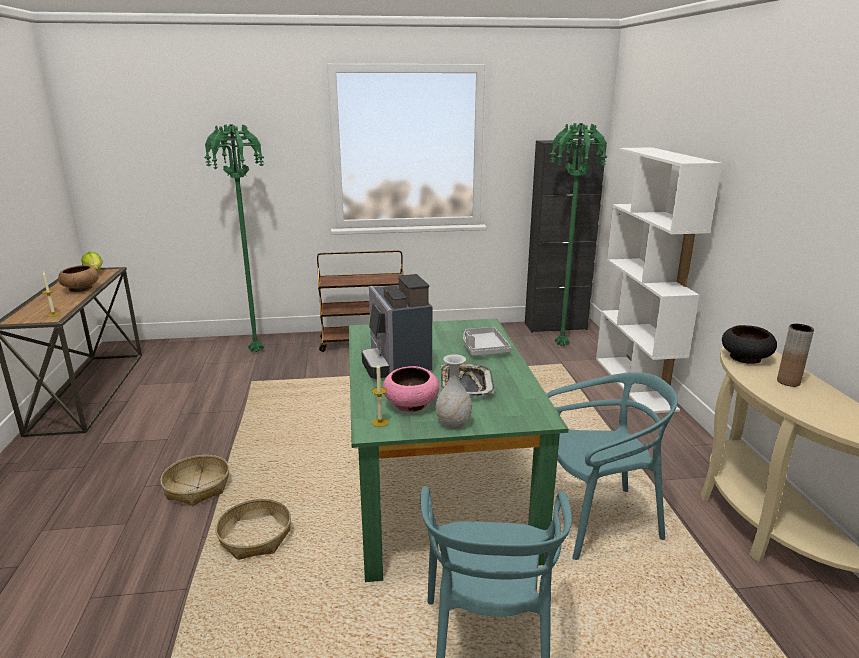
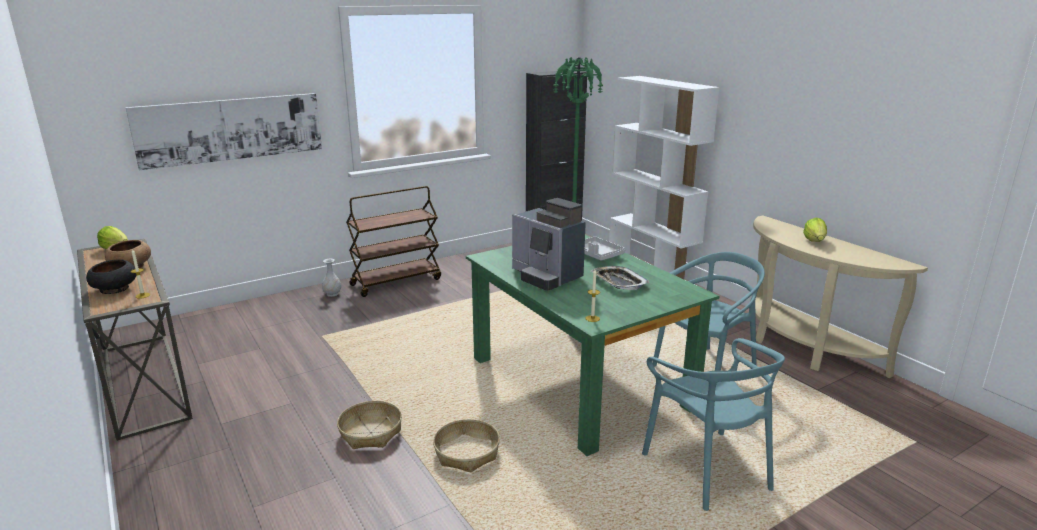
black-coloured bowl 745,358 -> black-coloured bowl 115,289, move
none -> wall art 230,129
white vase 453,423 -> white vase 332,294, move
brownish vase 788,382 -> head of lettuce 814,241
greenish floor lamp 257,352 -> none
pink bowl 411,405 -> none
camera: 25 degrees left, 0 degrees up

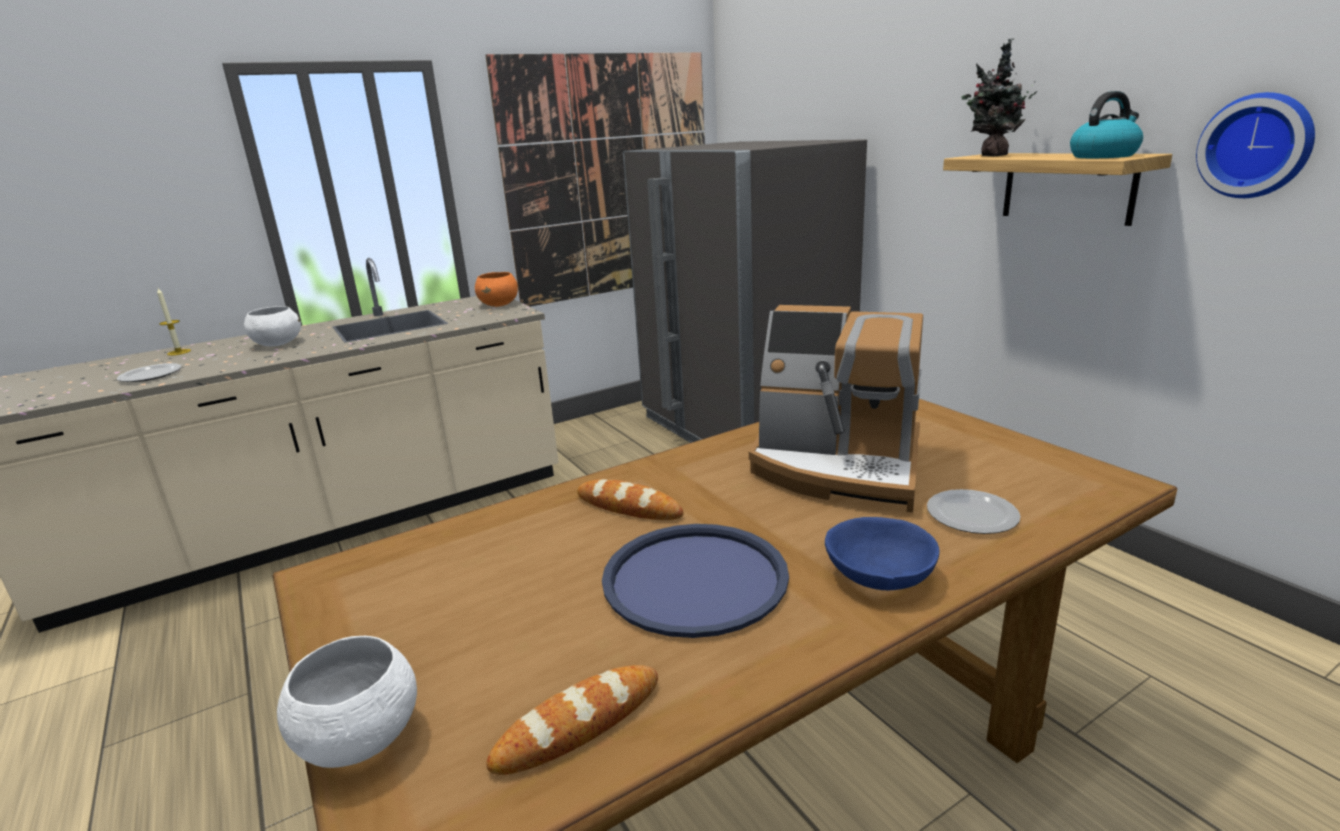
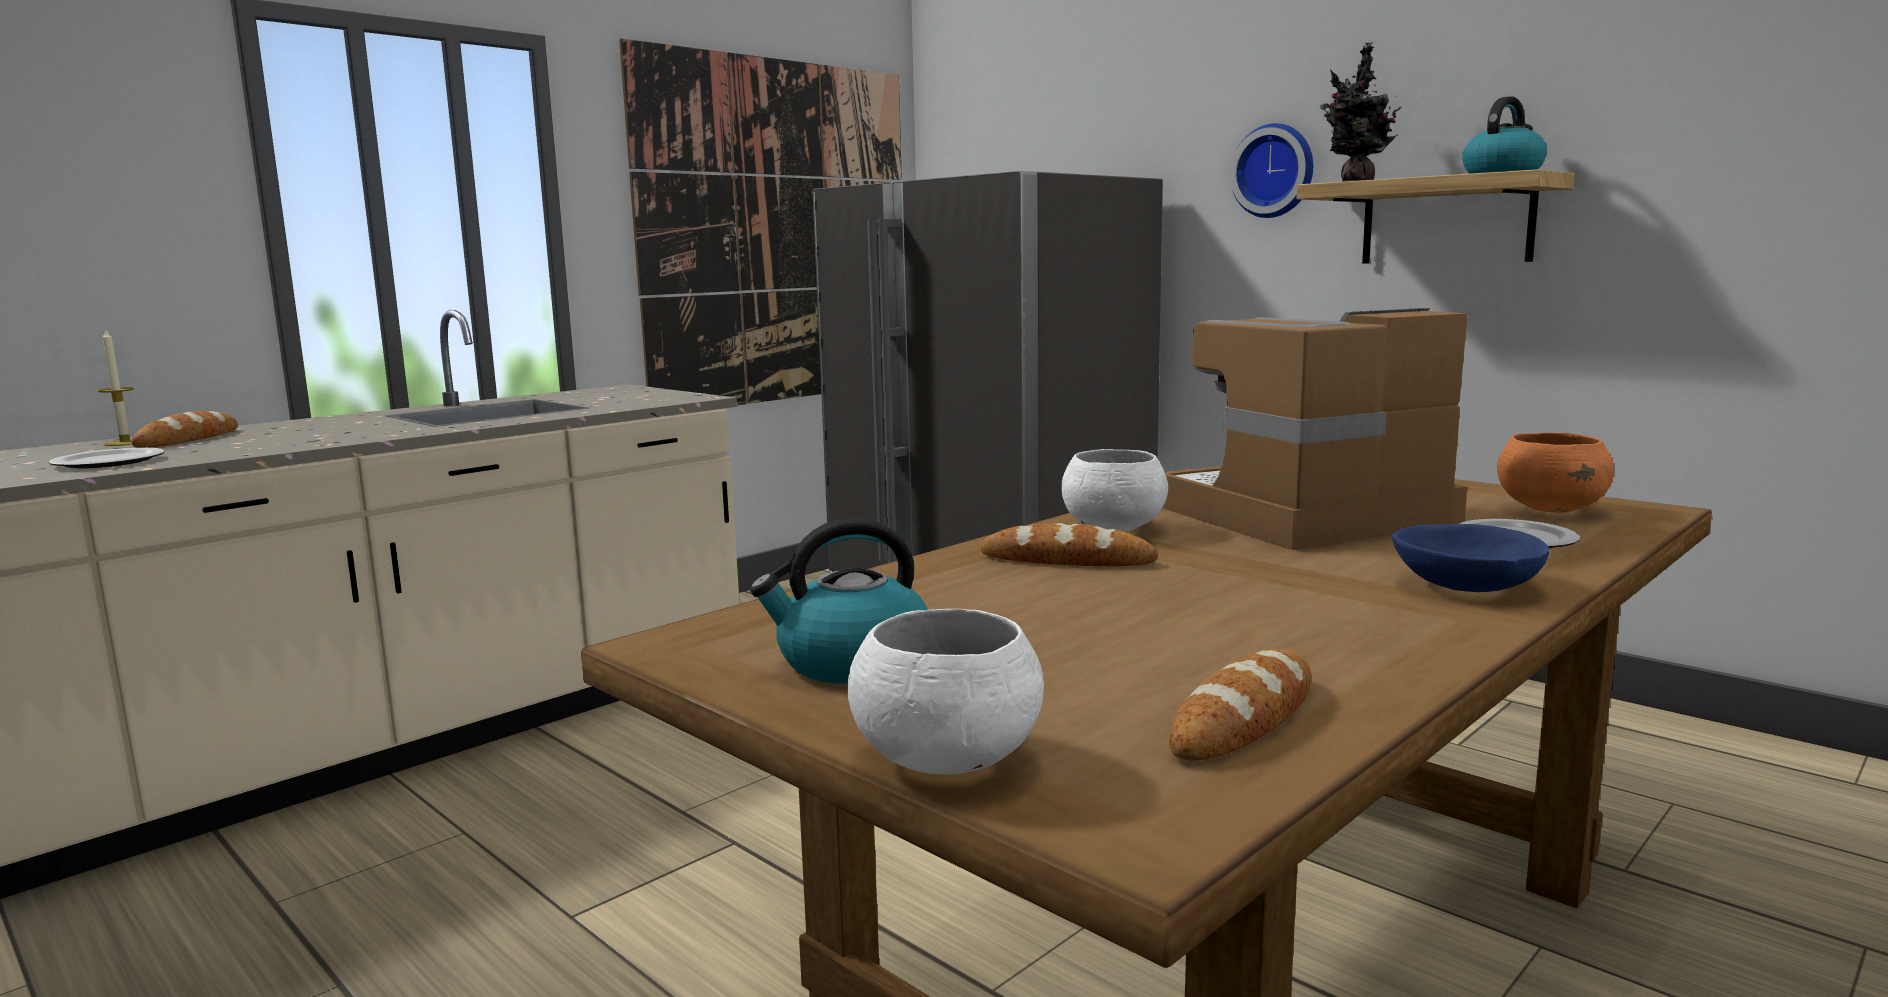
none -> bakery bread 188,439
none -> water kettle 851,663
white bowl 277,344 -> white bowl 1112,529, move
coffee maker 838,467 -> coffee maker 1305,516, 150 degrees clockwise
clock on the wall 1256,146 -> clock on the wall 1275,171, move
orange-coloured bowl 499,305 -> orange-coloured bowl 1551,509, move
blue-coloured tray 694,579 -> none
camera: 15 degrees left, 10 degrees down

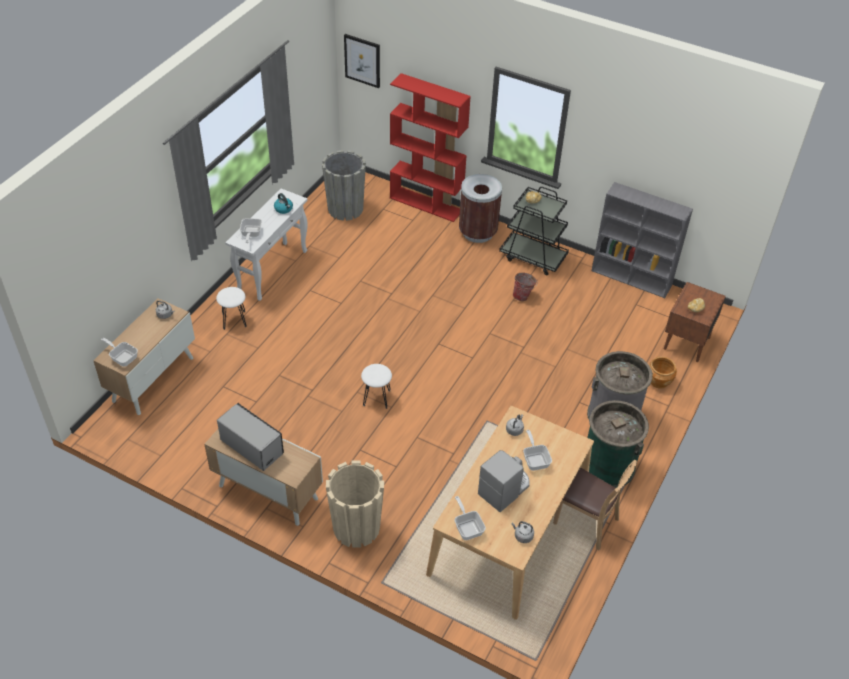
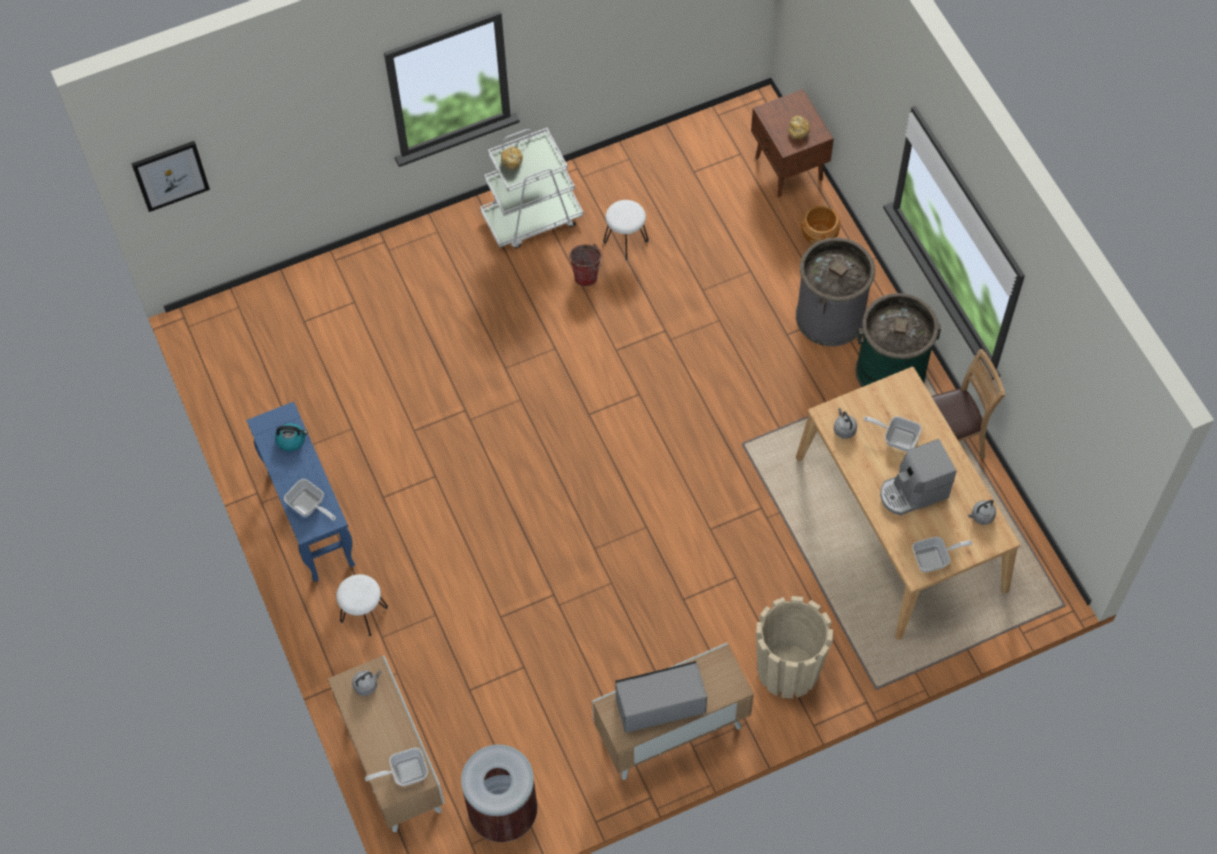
white narrow table 273,270 -> blue-coloured narrow table 310,518
brownish rubbish bin 478,232 -> brownish rubbish bin 503,812, move
black-coloured trolley 533,257 -> white trolley 532,218
white sitting stool 377,398 -> white sitting stool 626,242, move
coffee maker 504,489 -> coffee maker 913,492, 105 degrees counterclockwise
pan 468,527 -> pan 934,559, 150 degrees clockwise
greyish flower pot 345,209 -> none
red shelving unit 426,204 -> none
greyish shelving unit 632,278 -> none
camera: 50 degrees left, 15 degrees up

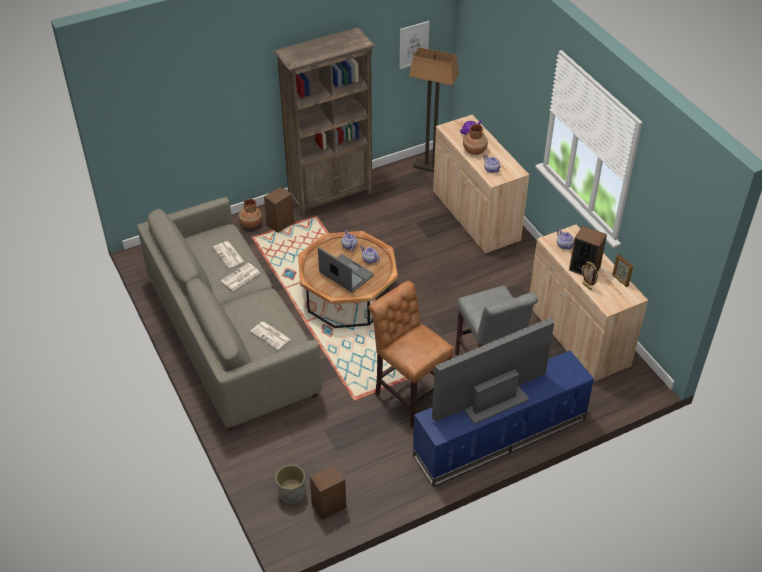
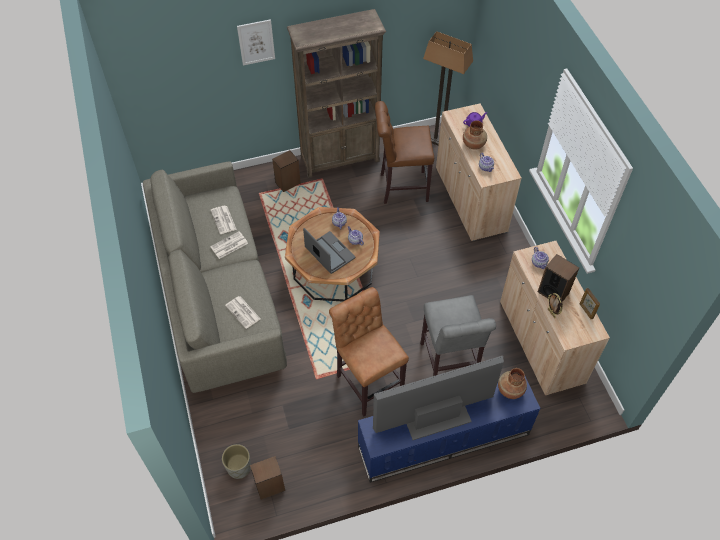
wall art 414,45 -> wall art 256,42, move
none -> brownish sitting stool 400,187
brownish vase 250,223 -> brownish vase 510,390, move
camera: 10 degrees right, 10 degrees up

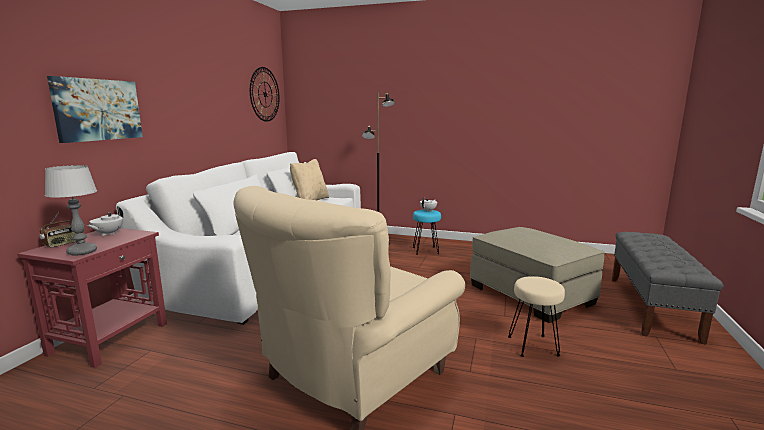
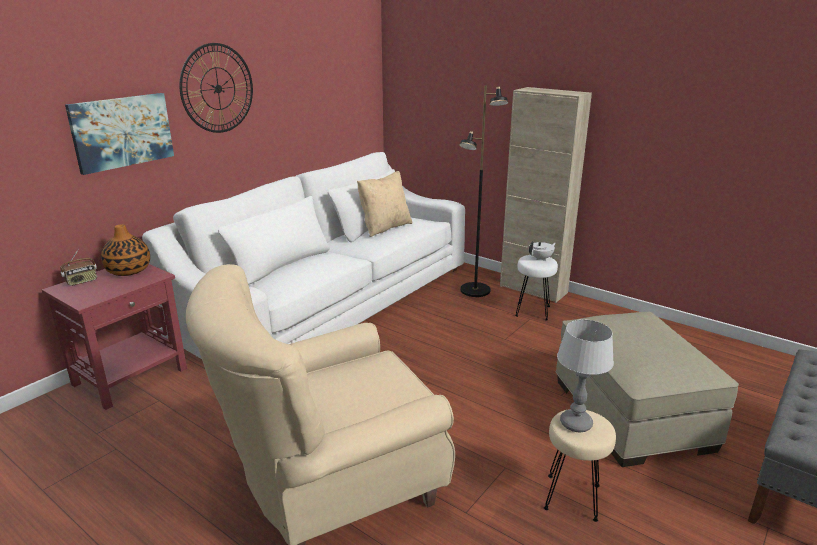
white teapot 108,234 -> vase 128,270
clock on the wall 265,94 -> clock on the wall 217,88, move
none -> beige storage cabinet 533,289
blue-green sitting stool 426,250 -> white sitting stool 533,311
lamp for a table 82,252 -> lamp for a table 576,423, move
camera: 20 degrees right, 10 degrees up

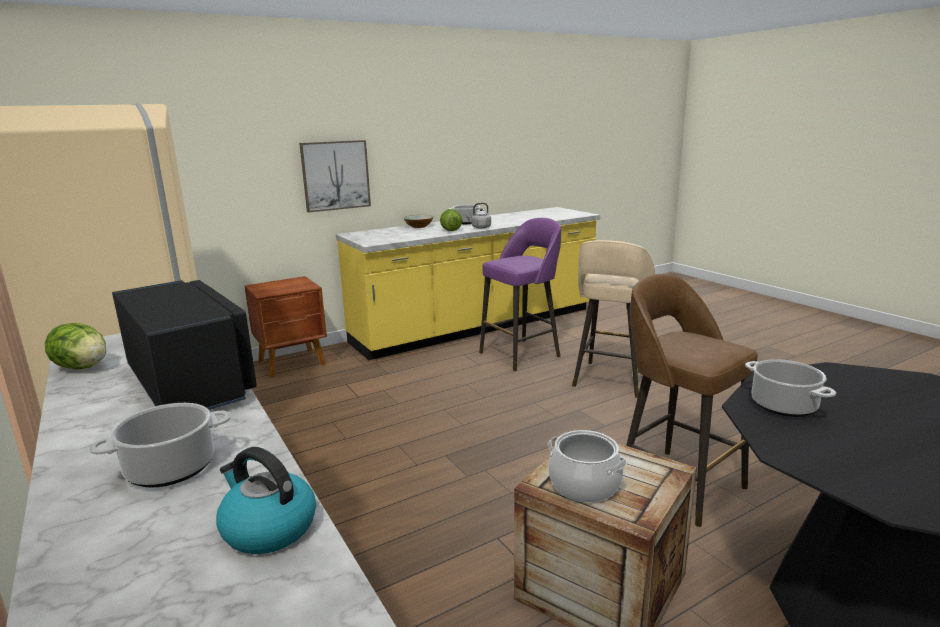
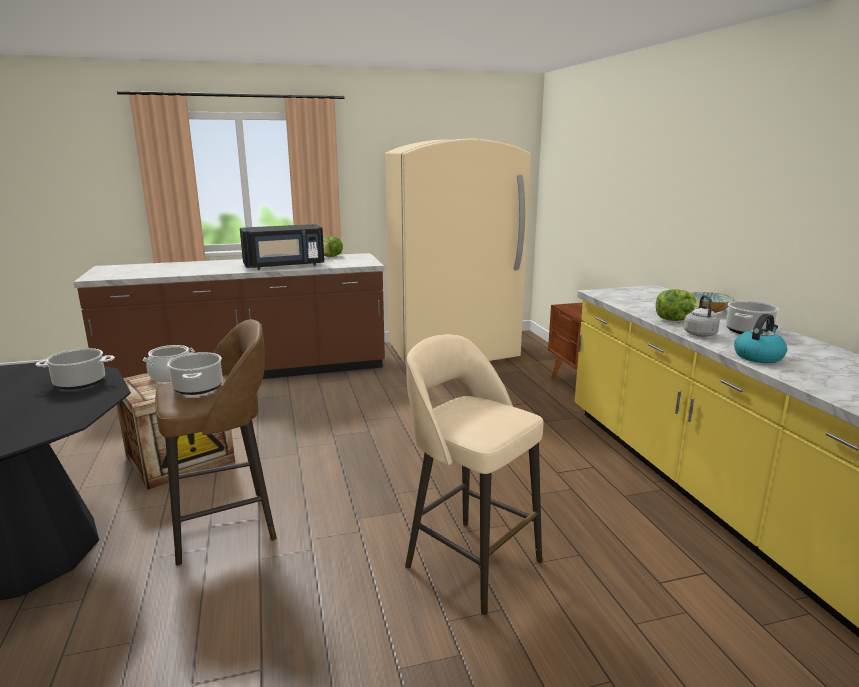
saucepot 170,469 -> saucepot 198,387, move
water kettle 268,528 -> water kettle 758,356, move
wall art 335,175 -> none
purple sitting stool 521,354 -> none
camera: 105 degrees right, 0 degrees up

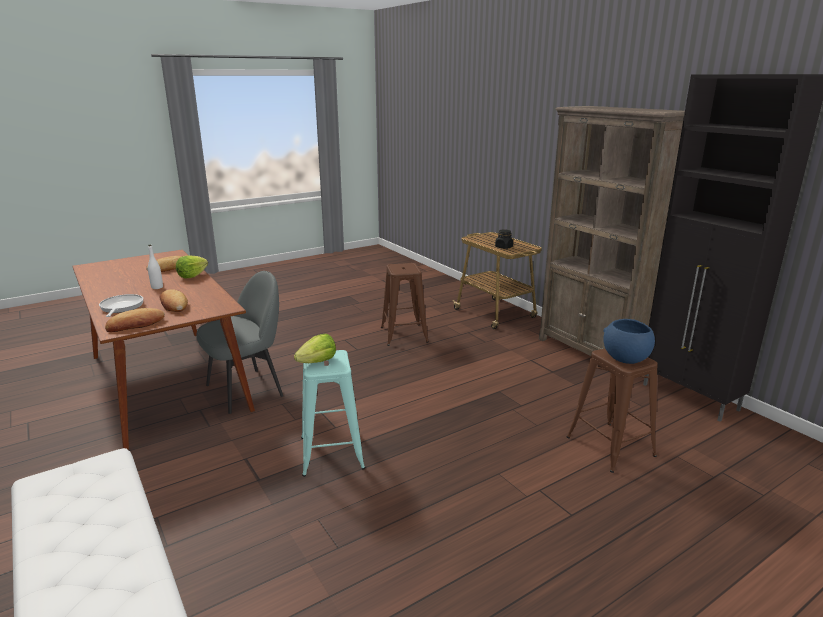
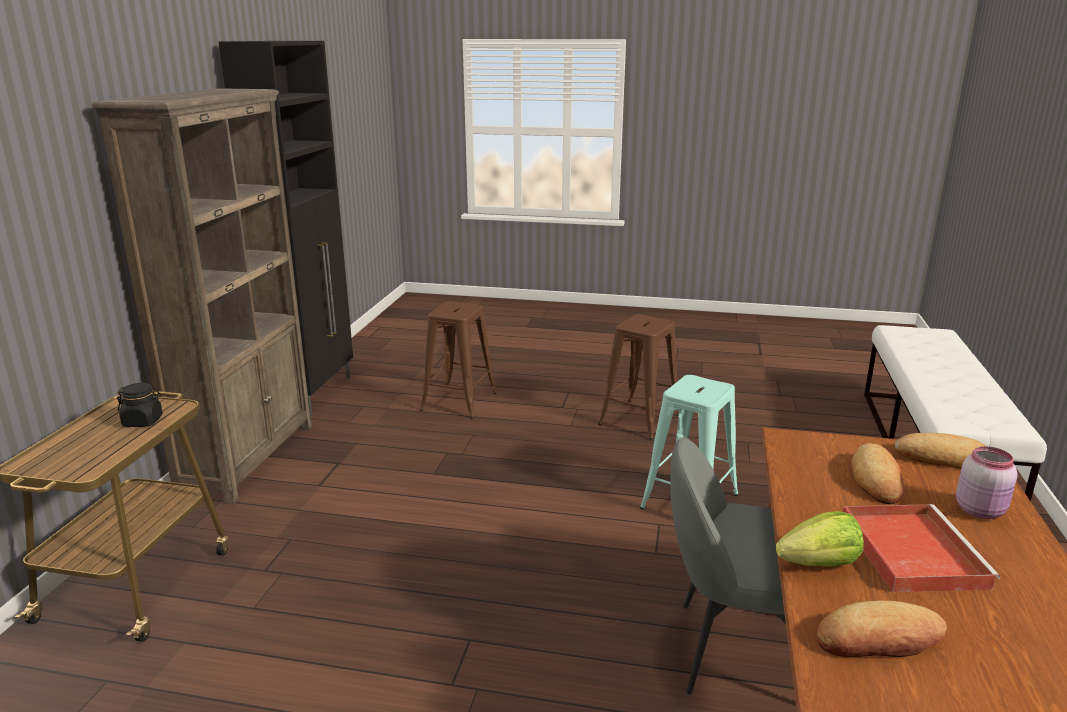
brownish sitting stool 404,334 -> brownish sitting stool 639,419, move
white bottle 157,287 -> red tray 910,550
pan 121,307 -> pink jar 981,510
head of lettuce 318,362 -> none
blue-coloured bowl 625,358 -> none
camera: 135 degrees left, 0 degrees up

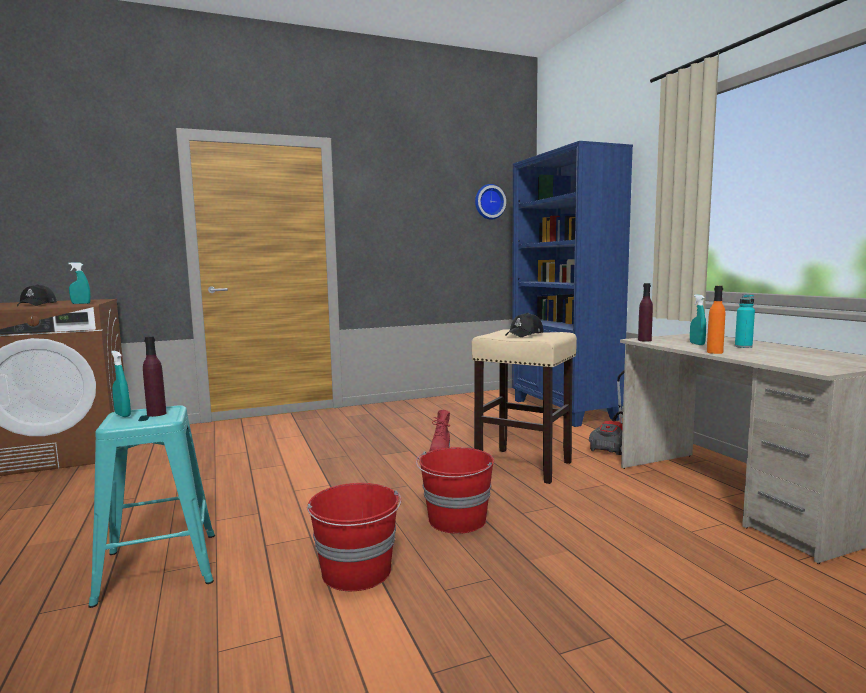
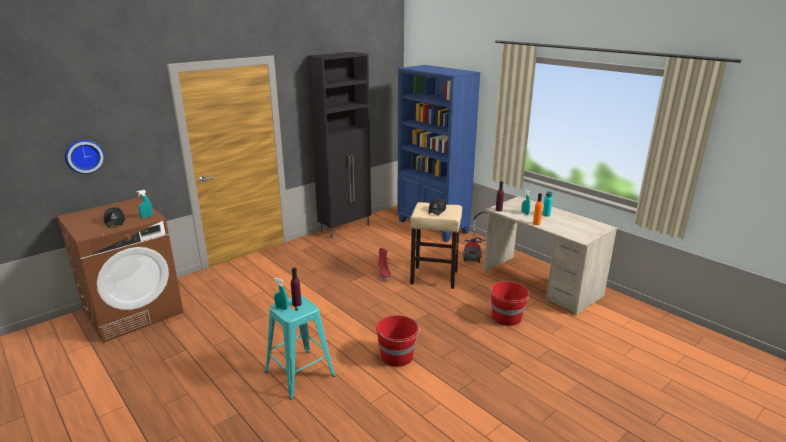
clock on the wall 489,202 -> clock on the wall 84,156, move
none -> black-coloured storage cabinet 345,228
red water bucket 457,520 -> red water bucket 507,318, move
camera: 20 degrees left, 15 degrees up

